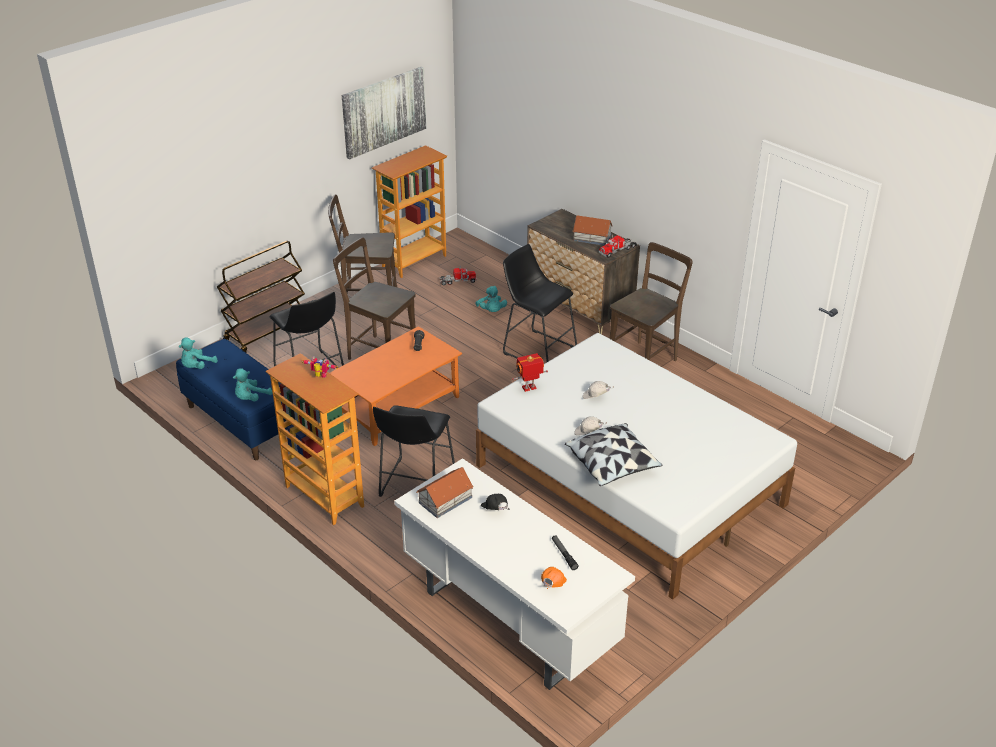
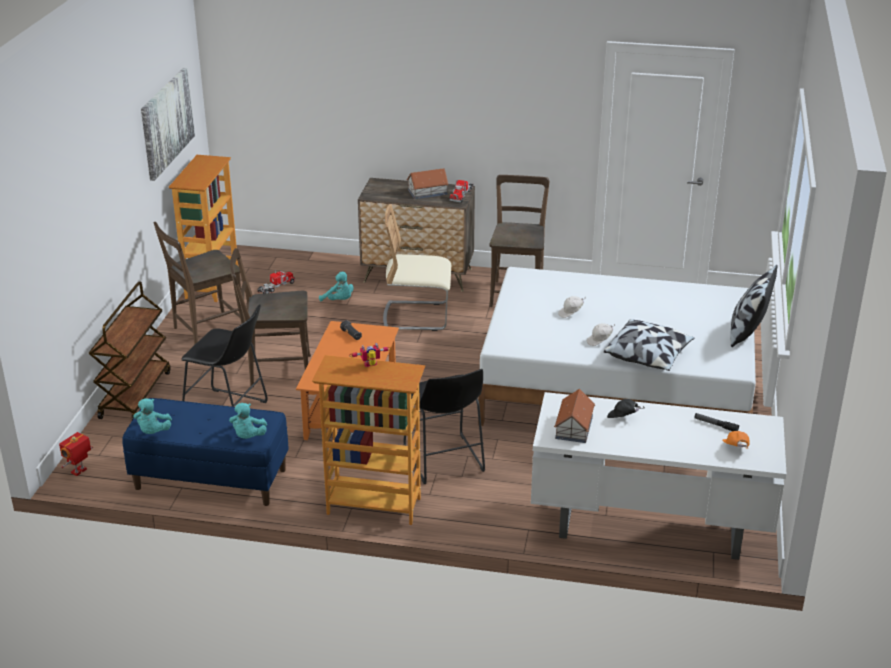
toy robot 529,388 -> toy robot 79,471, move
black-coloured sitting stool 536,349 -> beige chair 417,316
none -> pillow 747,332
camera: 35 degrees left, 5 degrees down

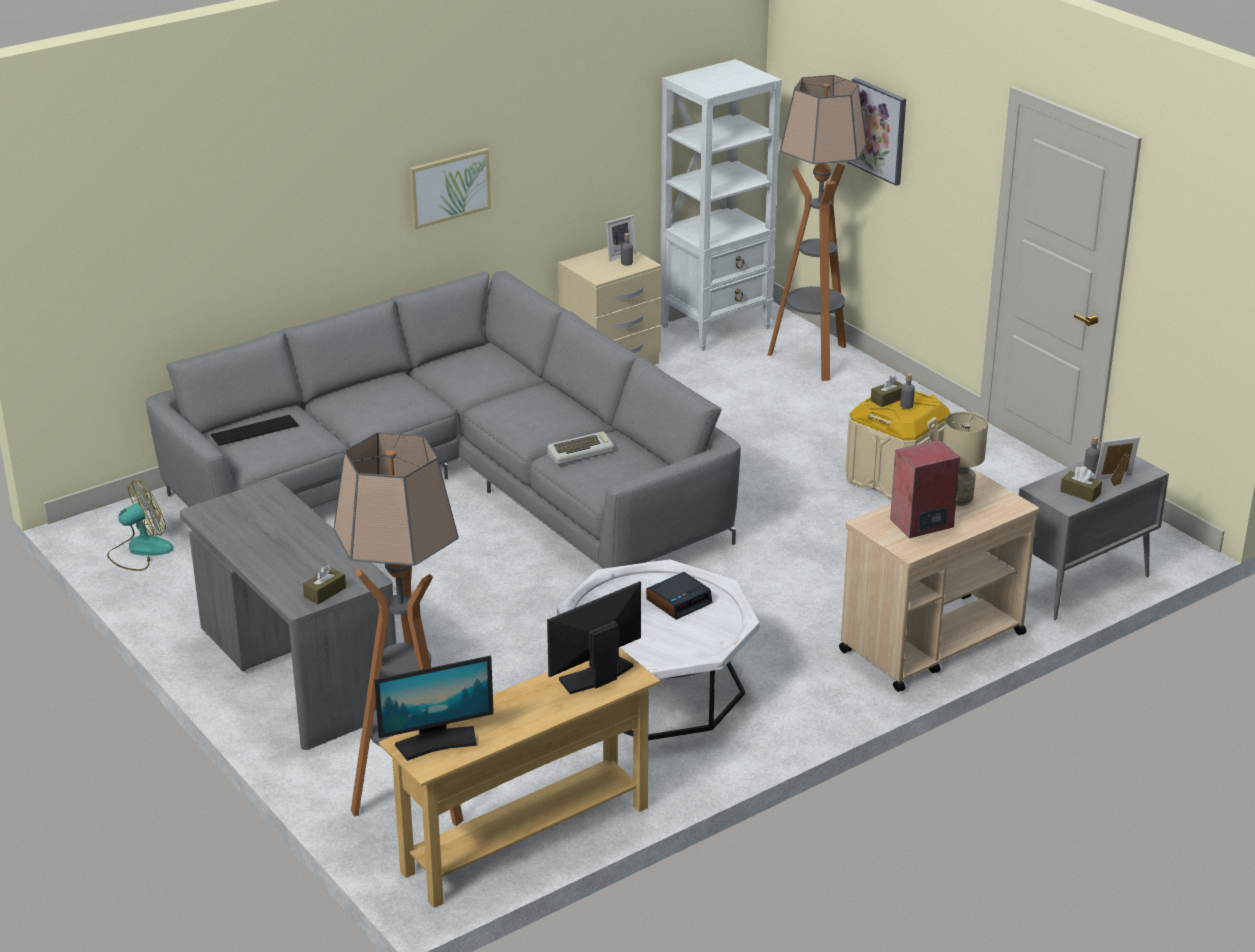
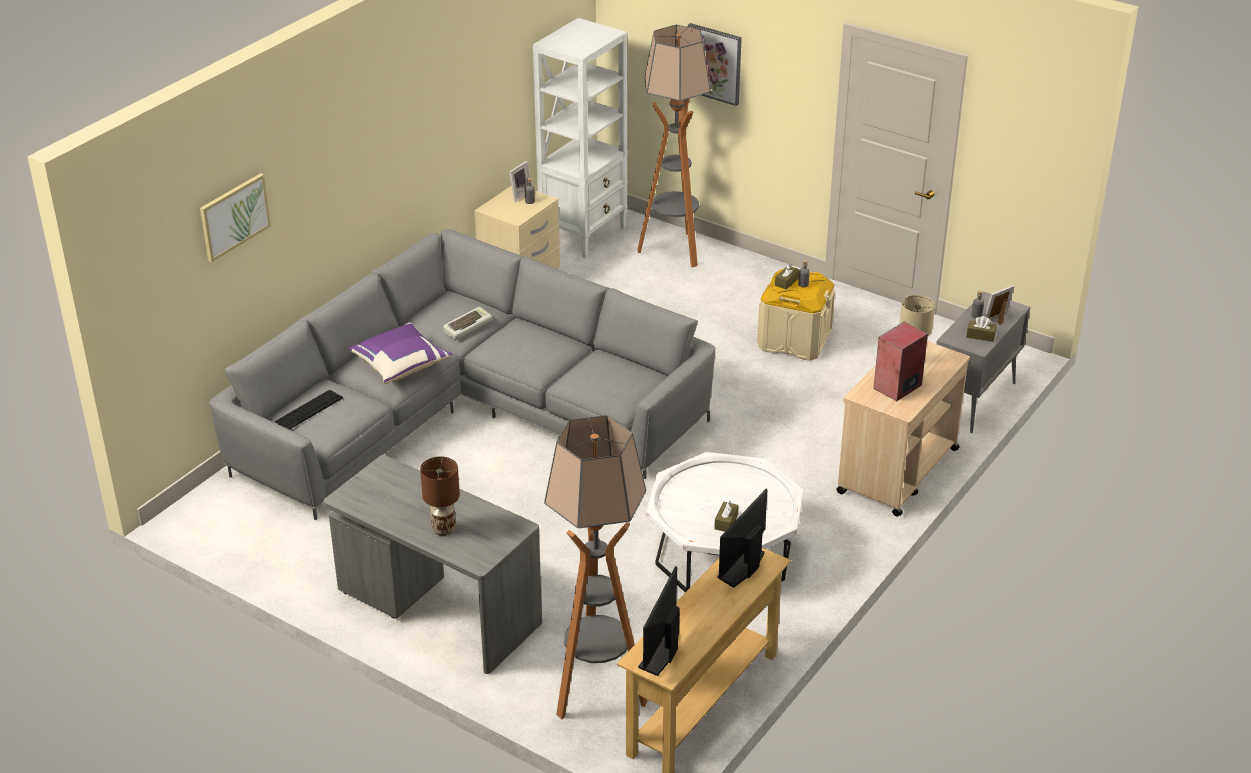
wall art 449,187 -> wall art 234,216, move
none -> purple pillow 400,365
none -> brownish lamp for a table 444,529
keyboard 580,452 -> keyboard 467,326, move
computer screen 437,742 -> computer screen 661,652, 150 degrees clockwise
brownish tissue box 325,592 -> brownish tissue box 726,522, move
cooling fan 140,550 -> none
alarm clock 679,601 -> none
camera: 20 degrees left, 5 degrees up

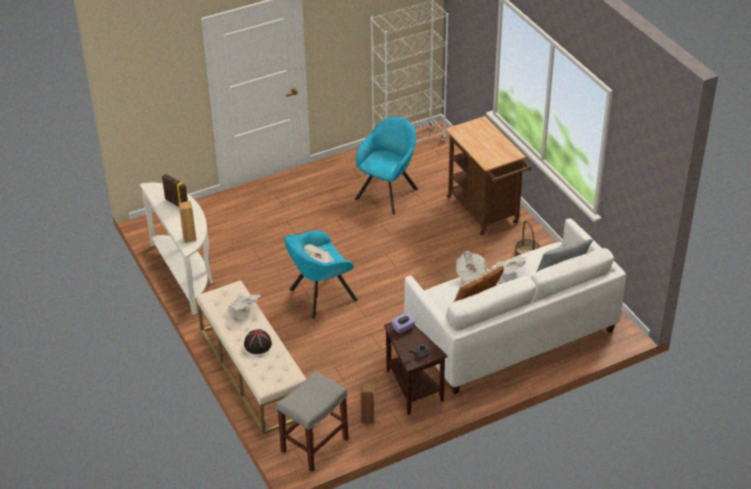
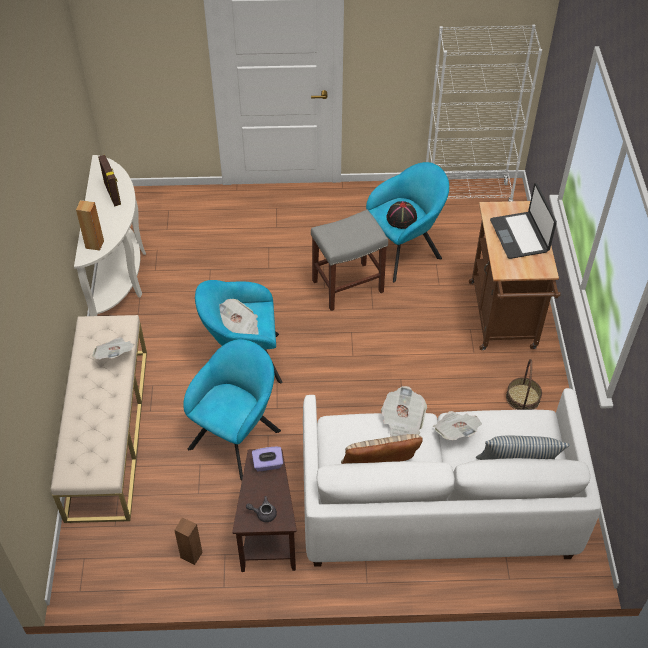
none -> blue-green lounge chair 237,436
greyish sitting stool 315,444 -> greyish sitting stool 348,285, move
black-coloured clothing hat 258,344 -> black-coloured clothing hat 401,218, move
none -> laptop 520,236
camera: 25 degrees right, 10 degrees up

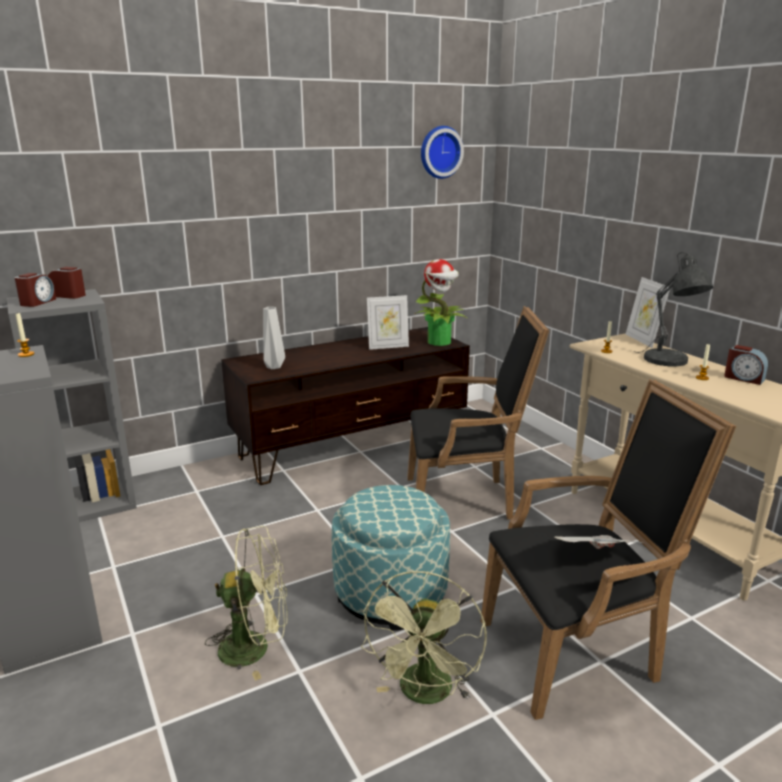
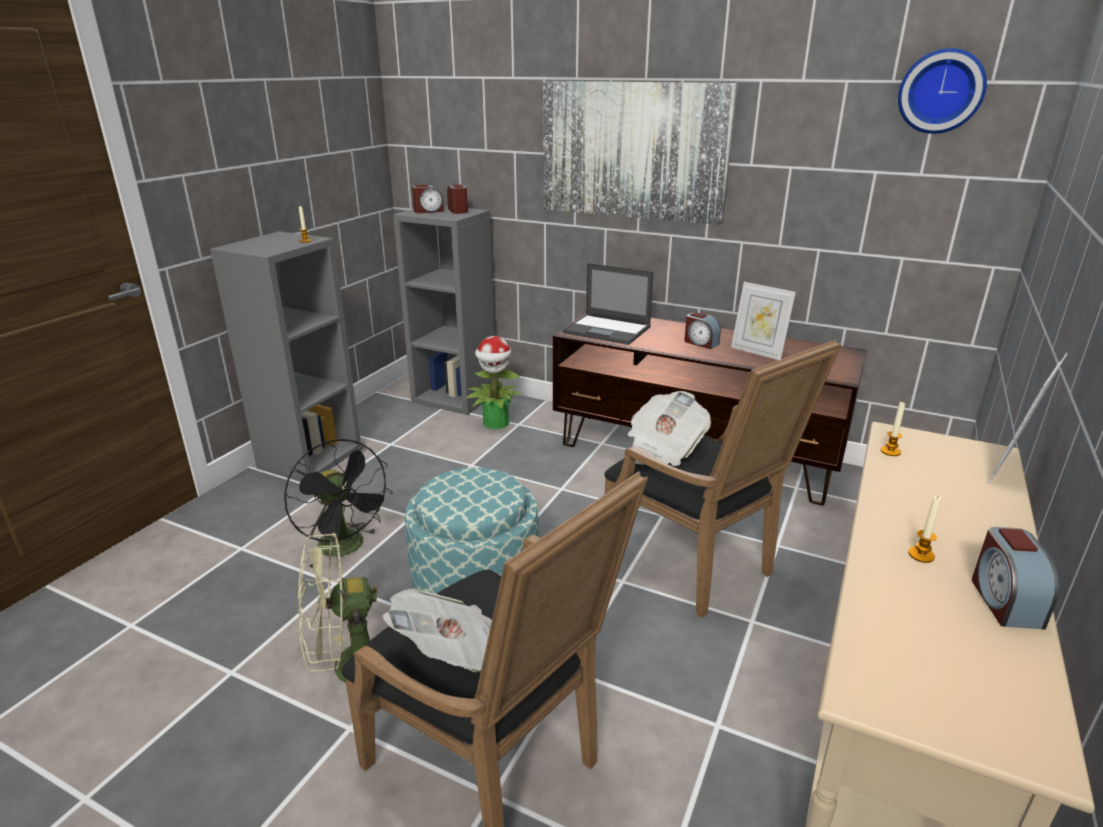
greenish cooling fan 255,647 -> black-coloured cooling fan 347,548
houseplant 440,342 -> houseplant 496,423, move
none -> wall art 633,151
greyish vase 274,367 -> laptop 608,330
none -> newspaper 663,449
none -> alarm clock 700,343
greyish lamp for a table 668,362 -> none
camera: 55 degrees right, 5 degrees up

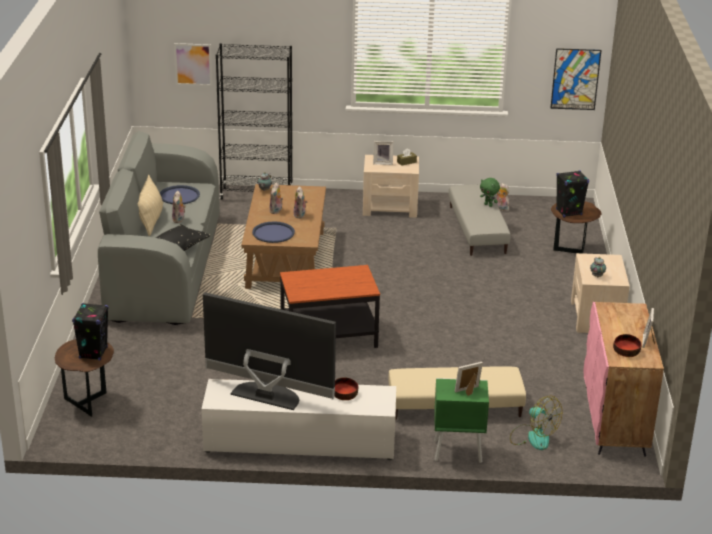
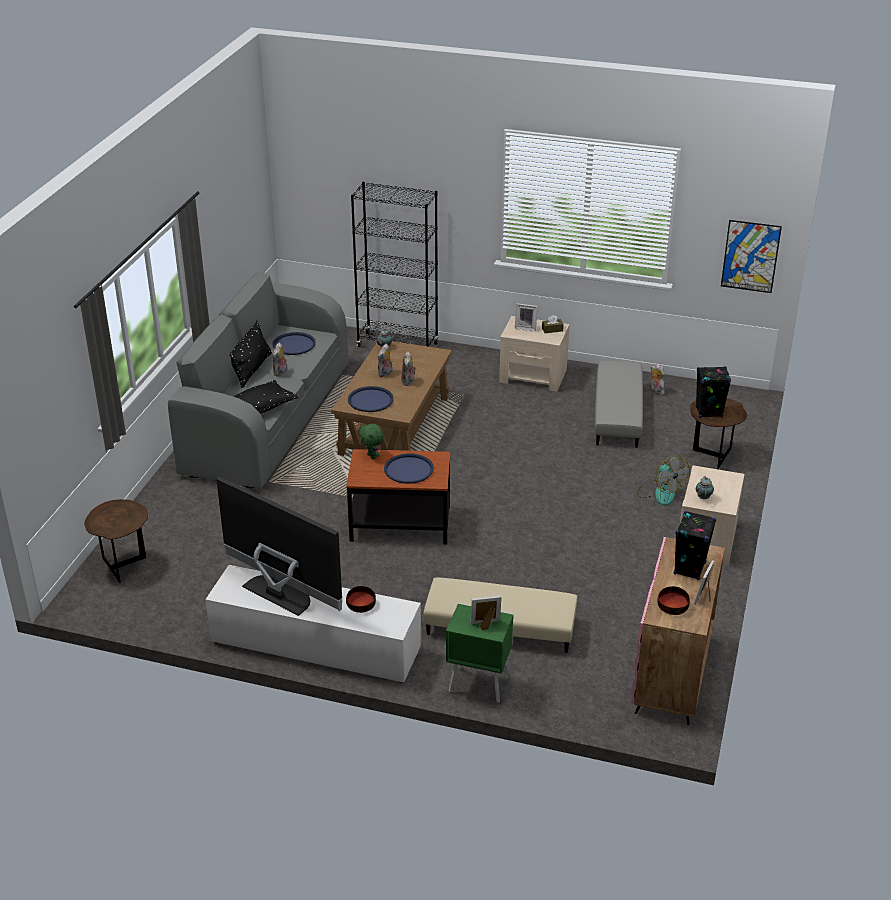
beige pillow 150,220 -> black-coloured pillow 252,369
greenish cuddly toy 488,205 -> greenish cuddly toy 372,456, move
none -> blue-coloured tray 408,469
cooling fan 533,437 -> cooling fan 660,492, move
black-coloured loudspeaker 93,353 -> black-coloured loudspeaker 689,568, move
wall art 193,64 -> none
camera: 15 degrees right, 5 degrees up

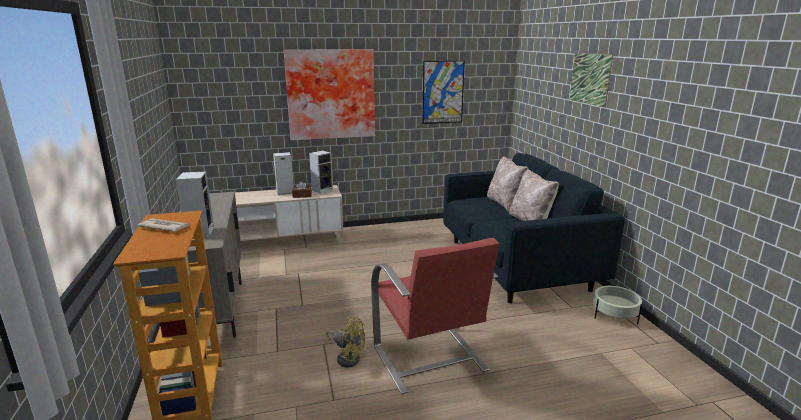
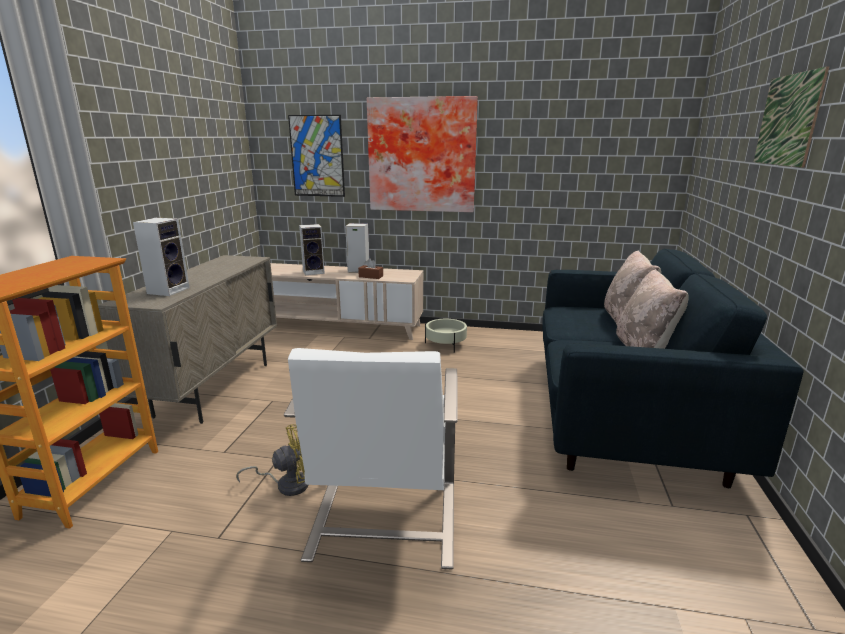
yellow cooling fan 347,357 -> yellow cooling fan 287,484, 75 degrees counterclockwise
red lounge chair 430,359 -> white lounge chair 384,521
wall art 443,92 -> wall art 317,156, move
loudspeaker 322,190 -> loudspeaker 314,272, move
beige flower pot 614,315 -> beige flower pot 446,344, move
newspaper 164,227 -> none
camera: 25 degrees right, 0 degrees up

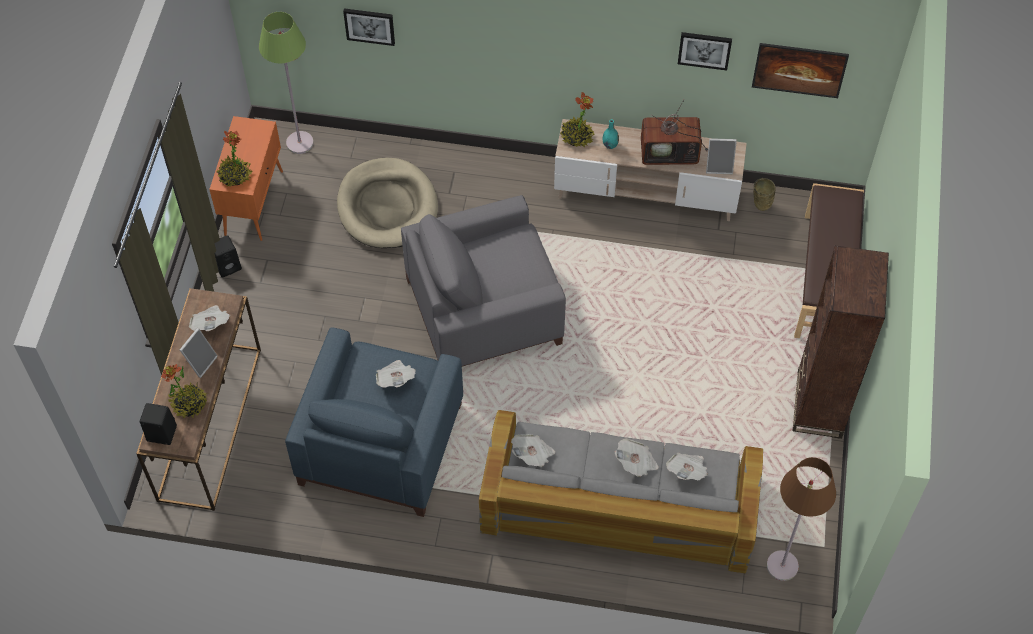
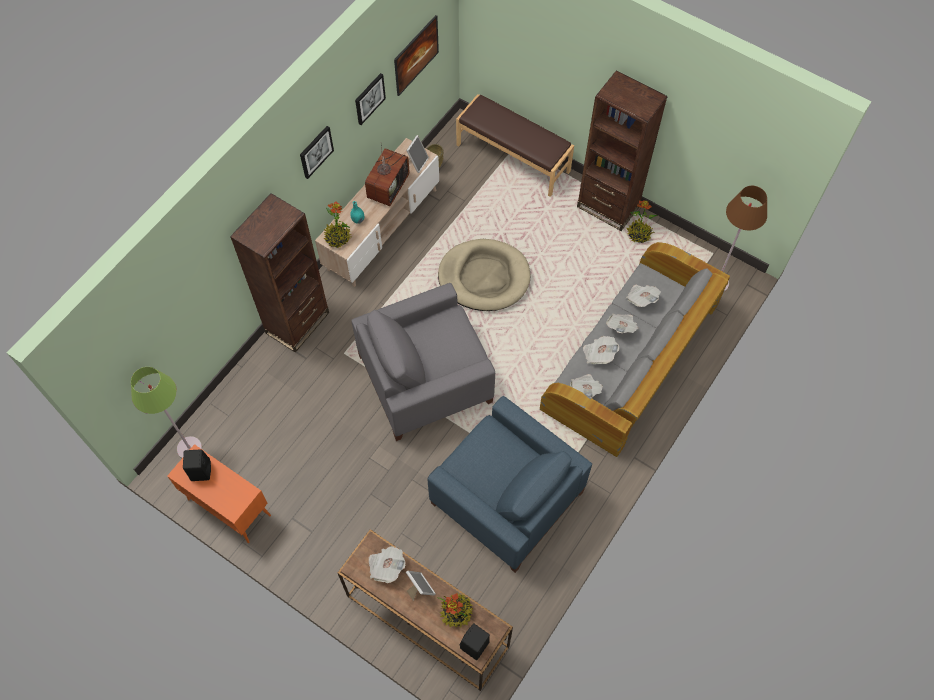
black-coloured loudspeaker 228,266 -> black-coloured loudspeaker 200,470, move
none -> brownish shelving unit 297,323
wall art 369,25 -> wall art 315,151, move
greyish lounge chair 485,309 -> greyish lounge chair 426,377, 60 degrees clockwise
beige dog bed 387,206 -> beige dog bed 484,277, move
newspaper 396,379 -> newspaper 599,354, move
houseplant 234,176 -> houseplant 639,234, move
camera: 65 degrees left, 5 degrees up

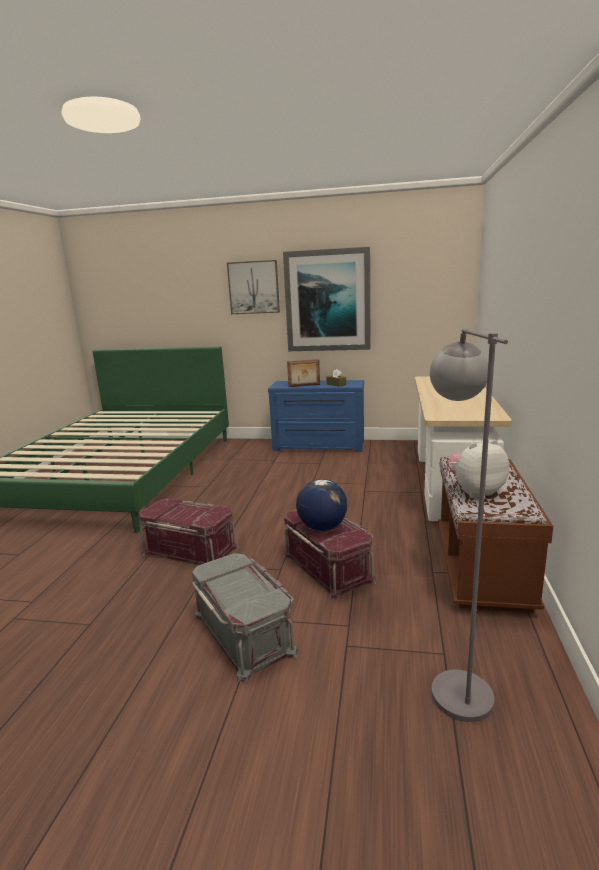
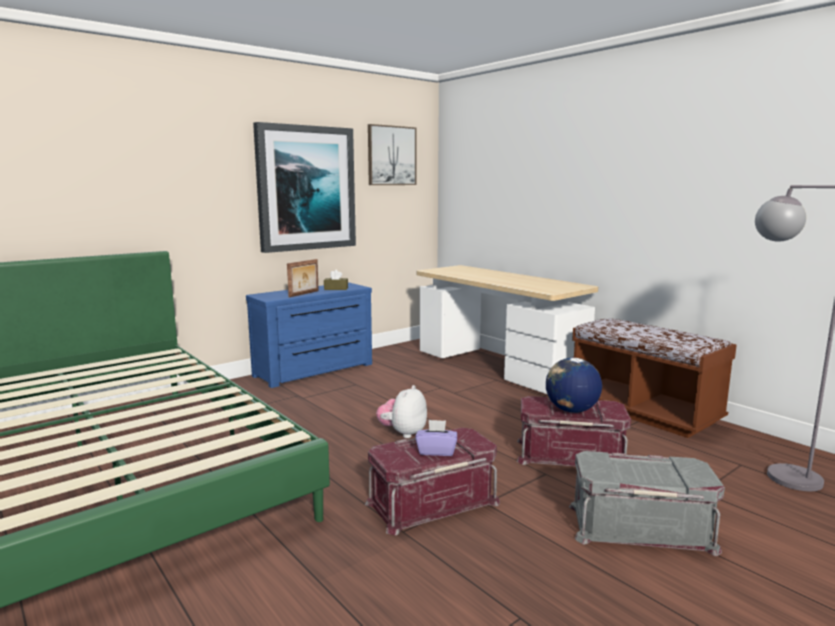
wall art 253,287 -> wall art 391,155, move
cuddly toy 475,491 -> cuddly toy 403,433, move
none -> purple tissue box 436,451
camera: 50 degrees left, 5 degrees down

